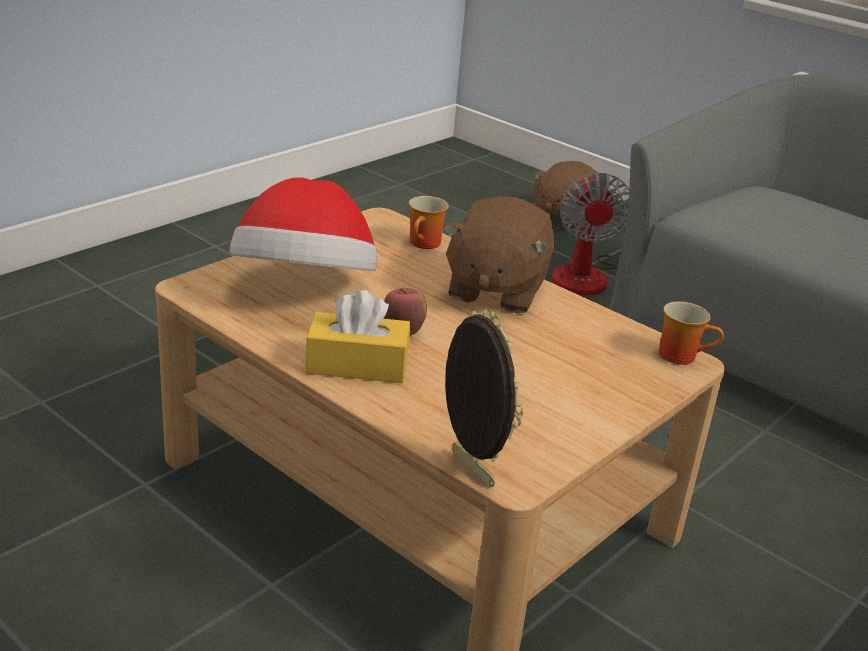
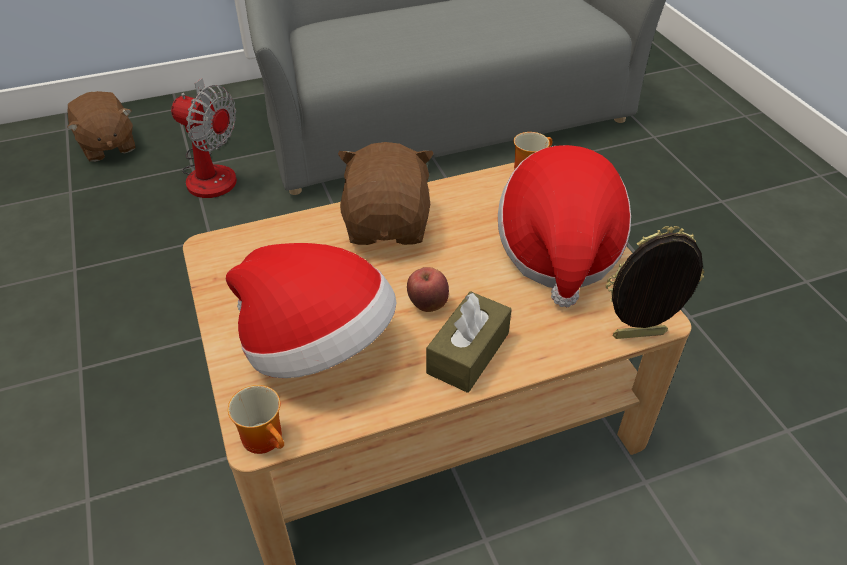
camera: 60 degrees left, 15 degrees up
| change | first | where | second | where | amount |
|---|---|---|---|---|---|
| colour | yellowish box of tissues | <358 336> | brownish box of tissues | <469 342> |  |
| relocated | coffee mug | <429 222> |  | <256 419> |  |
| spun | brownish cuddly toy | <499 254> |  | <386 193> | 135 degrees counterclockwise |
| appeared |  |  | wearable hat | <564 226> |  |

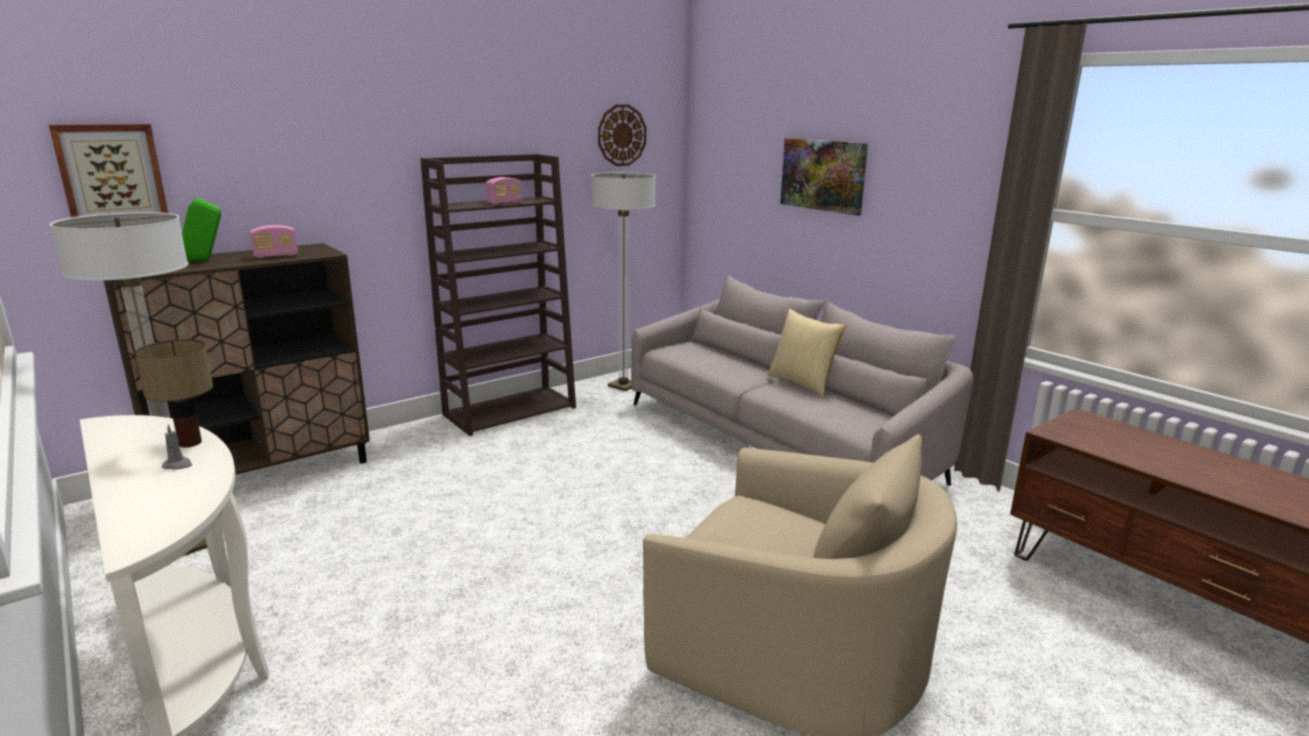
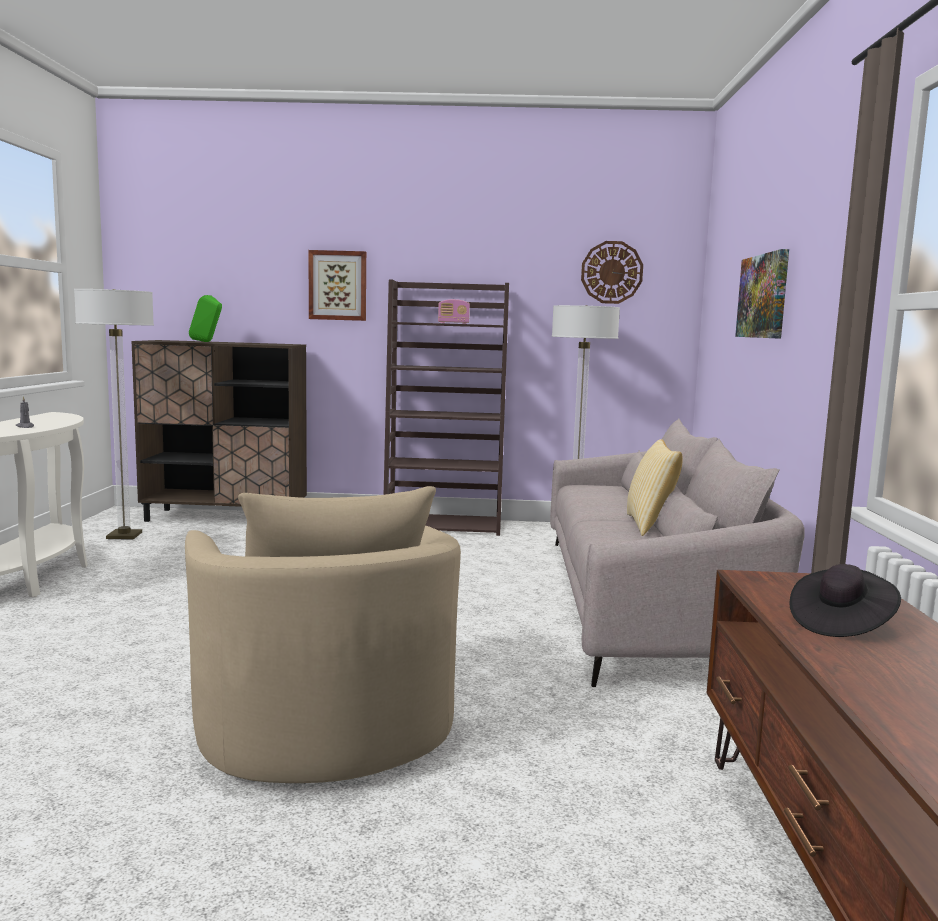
camera: 40 degrees right, 10 degrees down
| change | first | where | second | where | amount |
|---|---|---|---|---|---|
| relocated | wall art | <108 171> |  | <337 285> |  |
| missing | lamp for a table | <174 393> |  |  |  |
| missing | radio receiver | <274 241> |  |  |  |
| appeared |  |  | black wearable hat | <845 600> |  |

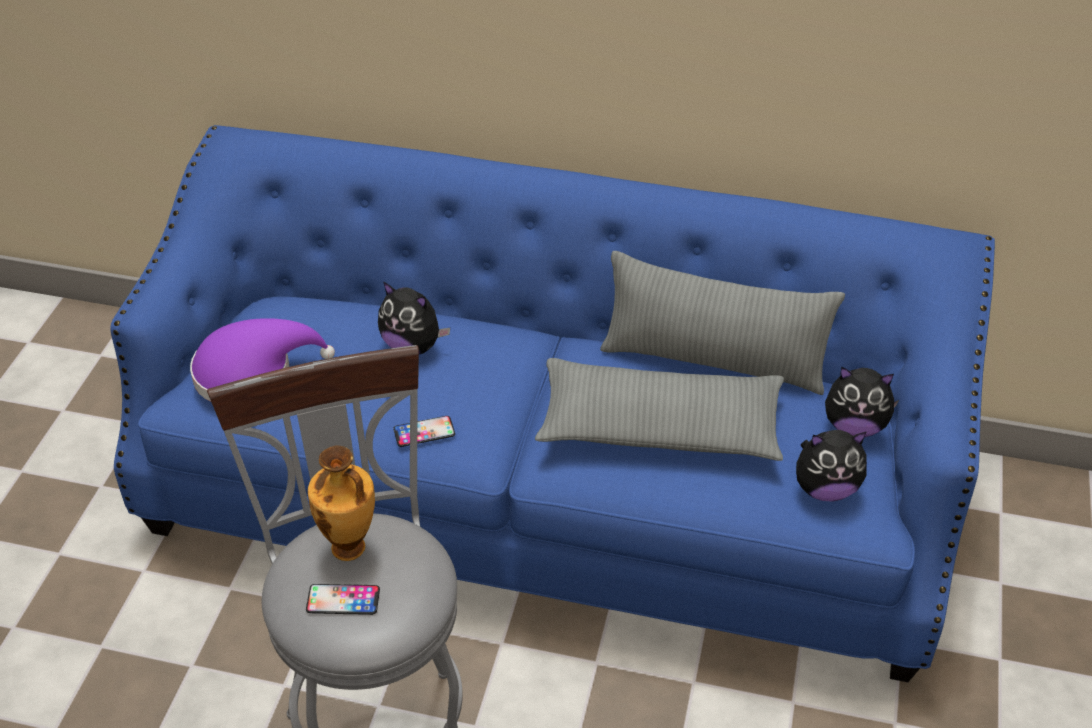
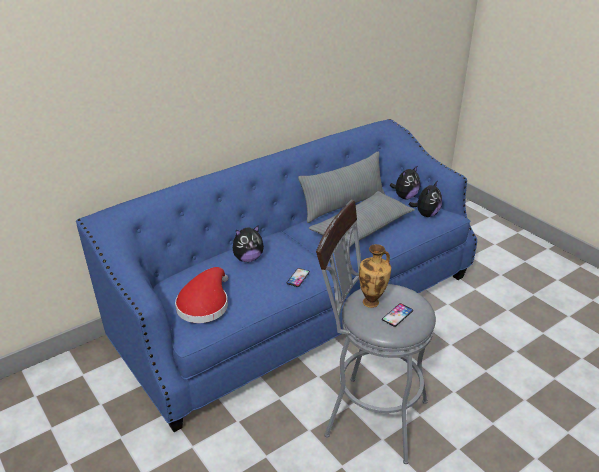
camera: 50 degrees left, 10 degrees down
| change | first | where | second | where | amount |
|---|---|---|---|---|---|
| colour | purple wearable hat | <262 360> | red-coloured wearable hat | <201 295> |  |

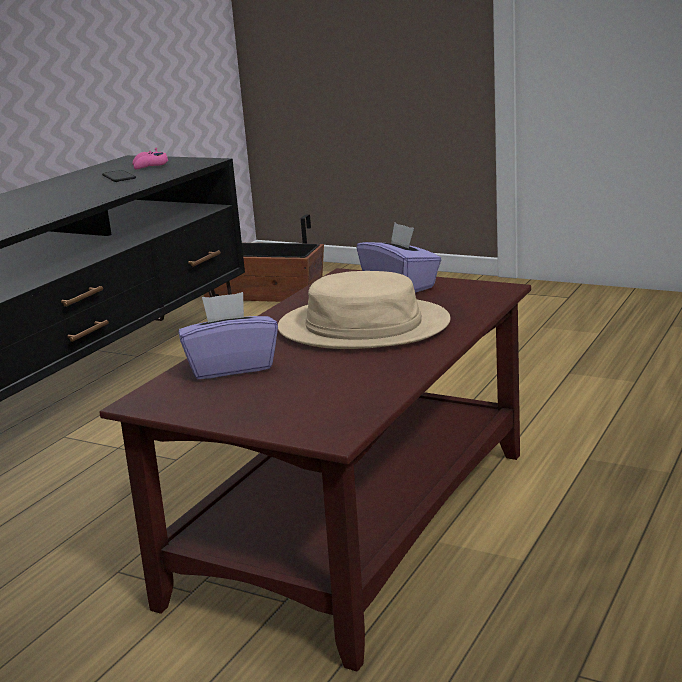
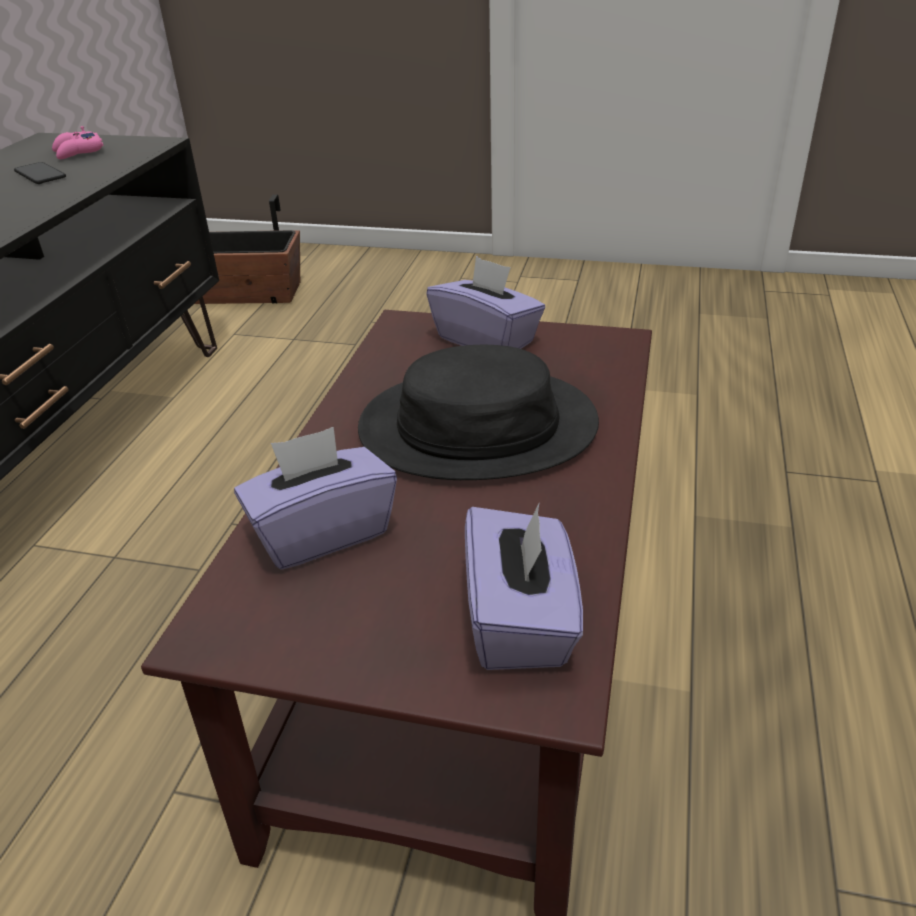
camera: 15 degrees left, 15 degrees up
| change | first | where | second | where | amount |
|---|---|---|---|---|---|
| colour | sand-coloured wearable hat | <364 310> | black wearable hat | <478 412> |  |
| appeared |  |  | purple box of tissues | <524 586> |  |

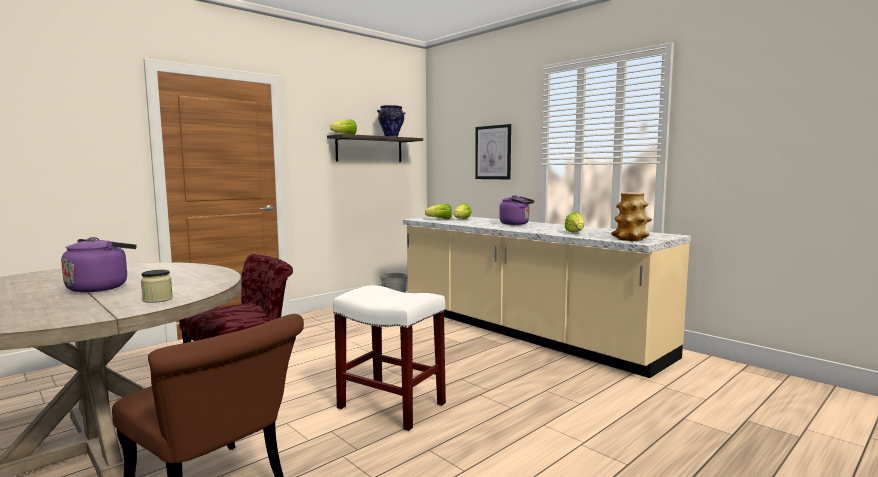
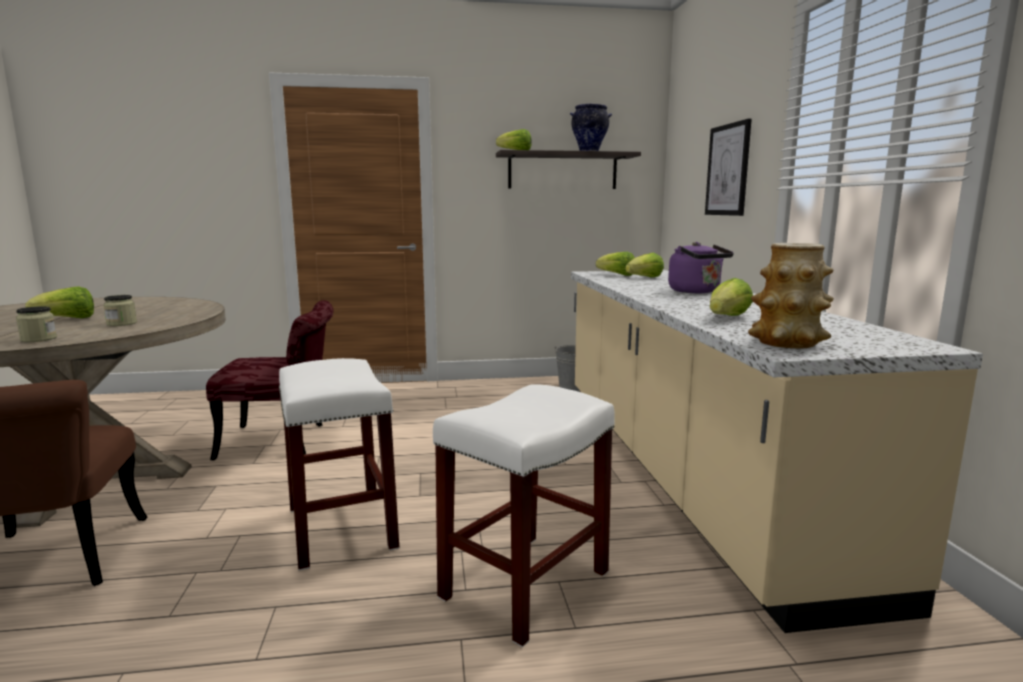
camera: 35 degrees right, 5 degrees up
| change | first | where | second | where | amount |
|---|---|---|---|---|---|
| exchanged | purple tea kettle | <99 264> | head of lettuce | <59 302> |  |
| appeared |  |  | storage jar | <120 310> |  |
| appeared |  |  | whitish sitting stool | <524 515> |  |

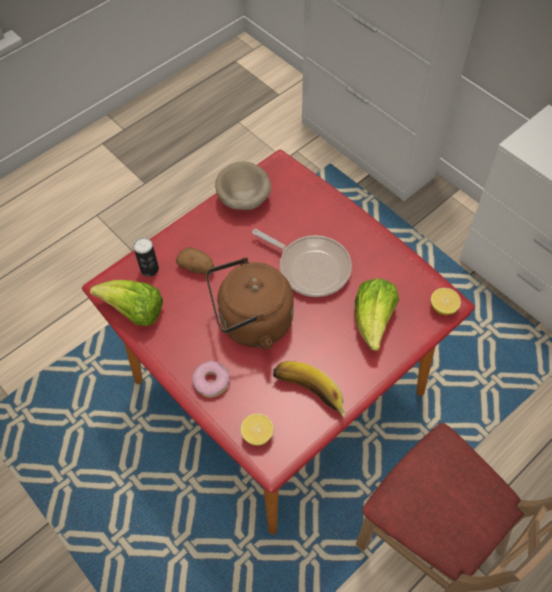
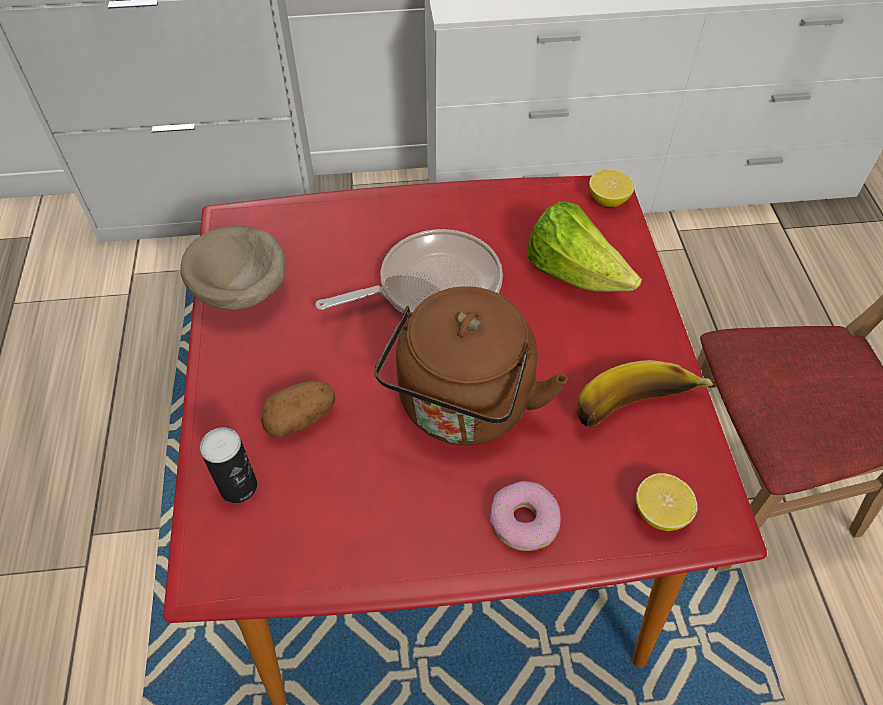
camera: 55 degrees left, 5 degrees down
| change | first | where | second | where | amount |
|---|---|---|---|---|---|
| missing | head of lettuce | <126 303> |  |  |  |

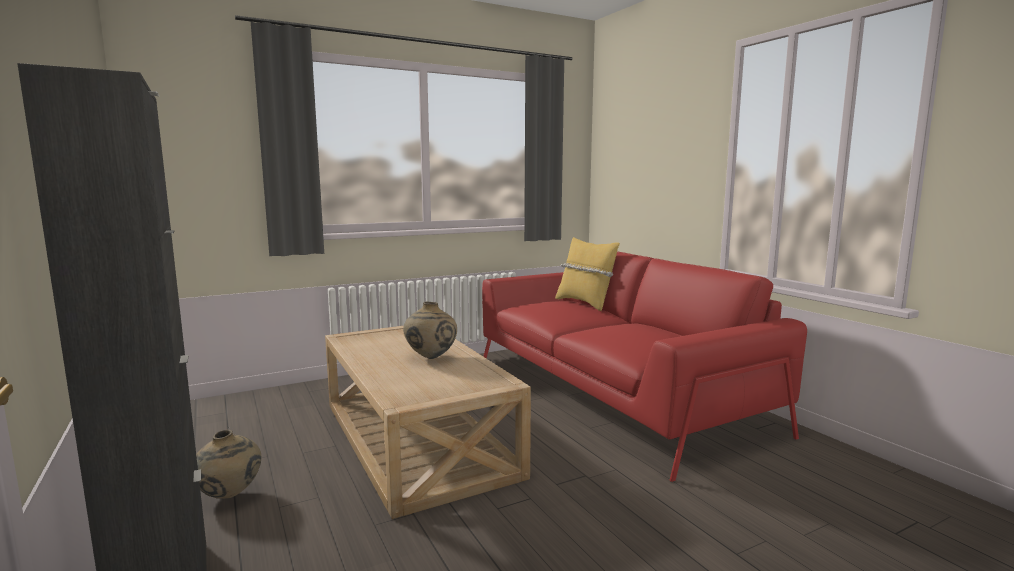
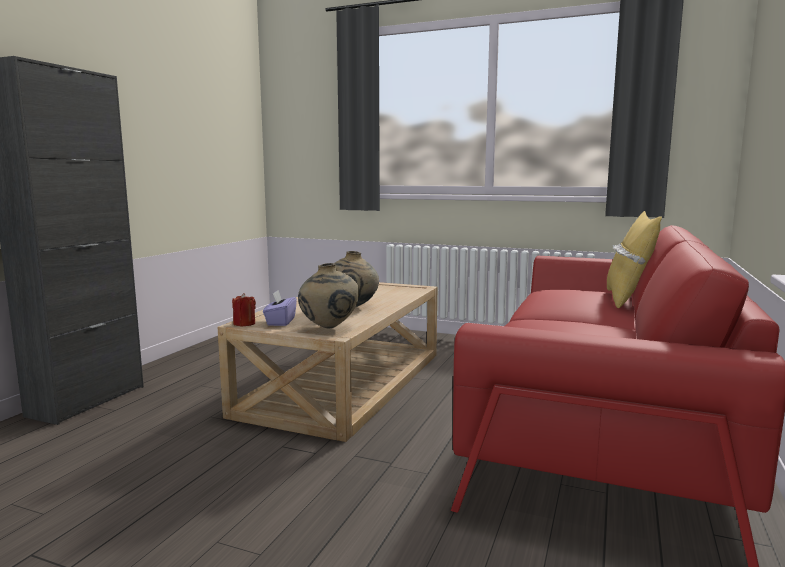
camera: 50 degrees right, 0 degrees up
| change | first | where | second | where | amount |
|---|---|---|---|---|---|
| relocated | sand-coloured vase | <228 464> |  | <328 295> |  |
| appeared |  |  | red-coloured wax light | <244 310> |  |
| appeared |  |  | purple box of tissues | <280 308> |  |

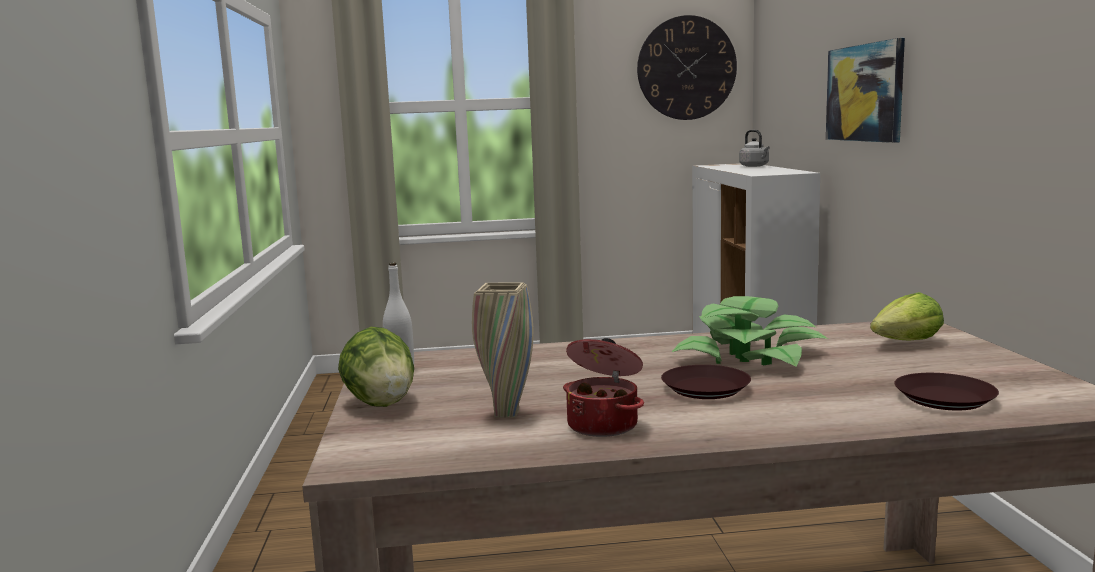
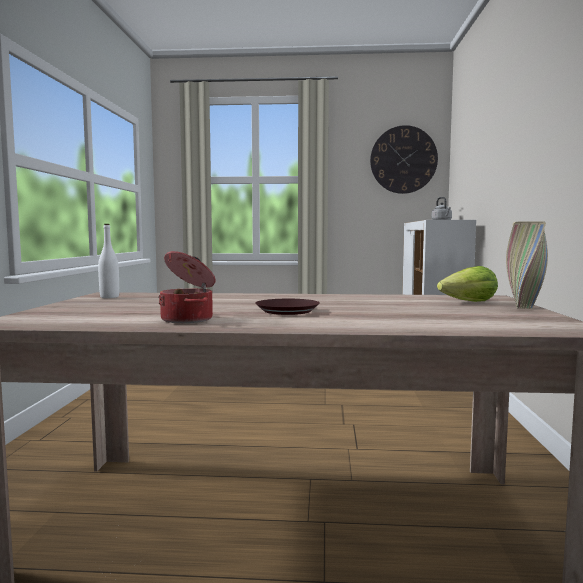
camera: 10 degrees right, 5 degrees down
| change | first | where | second | where | amount |
|---|---|---|---|---|---|
| missing | head of lettuce | <376 367> |  |  |  |
| relocated | sand-coloured vase | <503 350> |  | <527 265> |  |
| missing | plant in a pot | <750 331> |  |  |  |
| missing | wall art | <865 90> |  |  |  |
| missing | brownish plate | <947 391> |  |  |  |

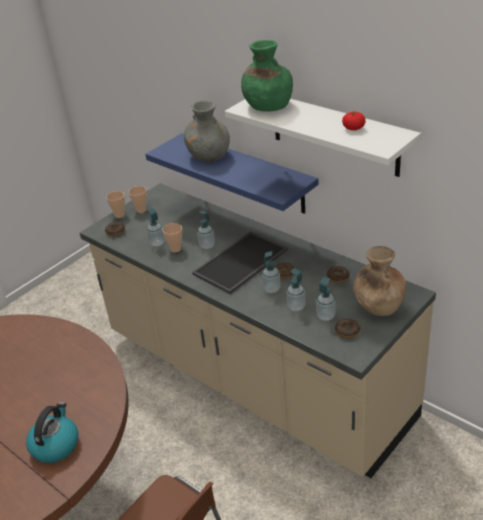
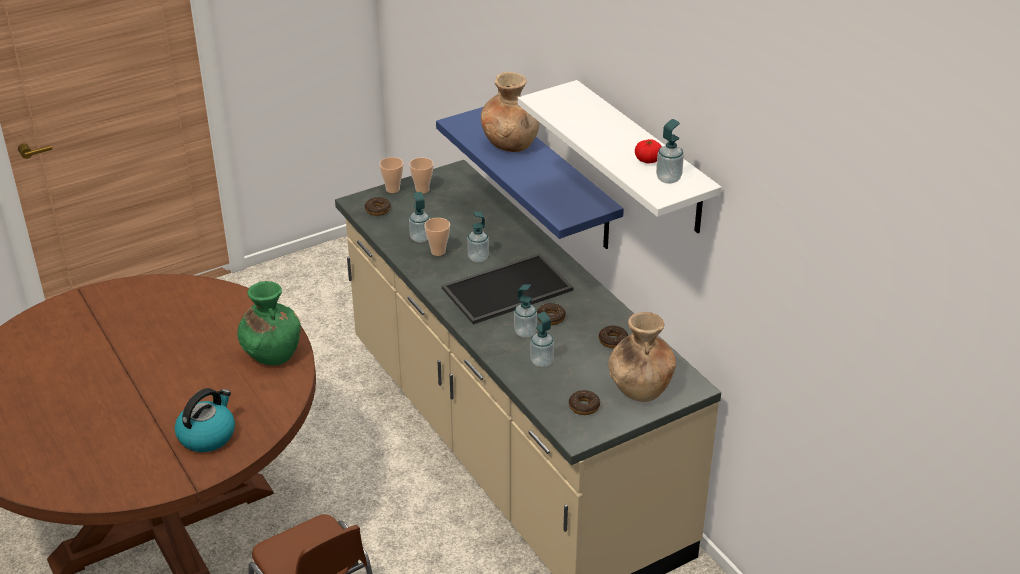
camera: 15 degrees right, 0 degrees up
| change | first | where | second | where | amount |
|---|---|---|---|---|---|
| colour | gray vase | <207 130> | brownish vase | <510 112> |  |
| relocated | green-coloured vase | <267 76> |  | <269 323> |  |
| relocated | soap bottle | <326 299> |  | <670 151> |  |

